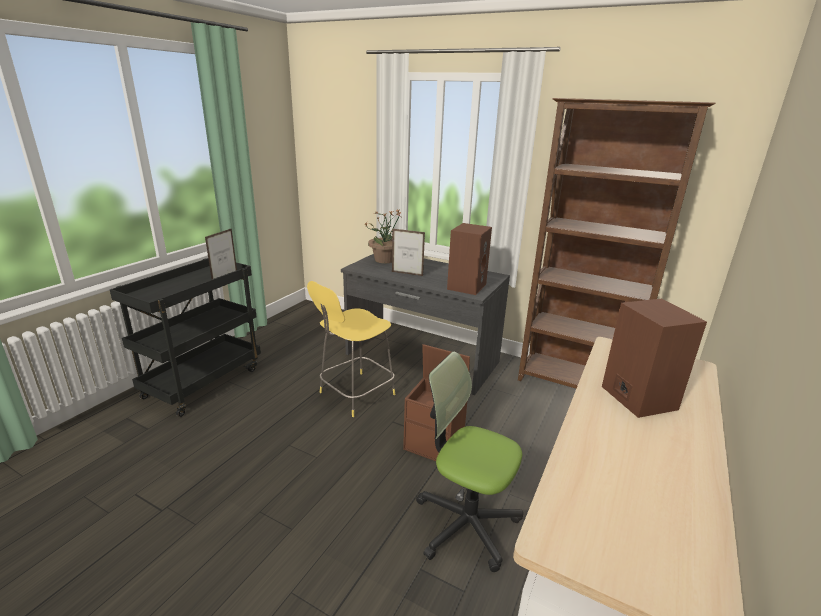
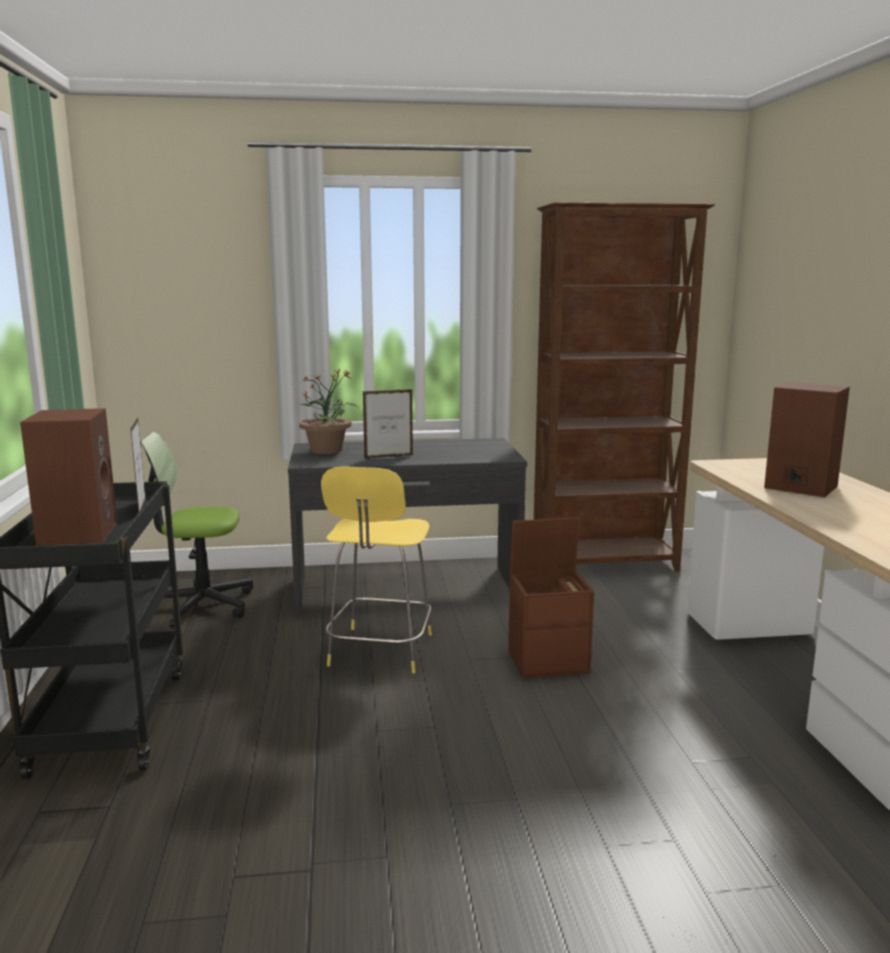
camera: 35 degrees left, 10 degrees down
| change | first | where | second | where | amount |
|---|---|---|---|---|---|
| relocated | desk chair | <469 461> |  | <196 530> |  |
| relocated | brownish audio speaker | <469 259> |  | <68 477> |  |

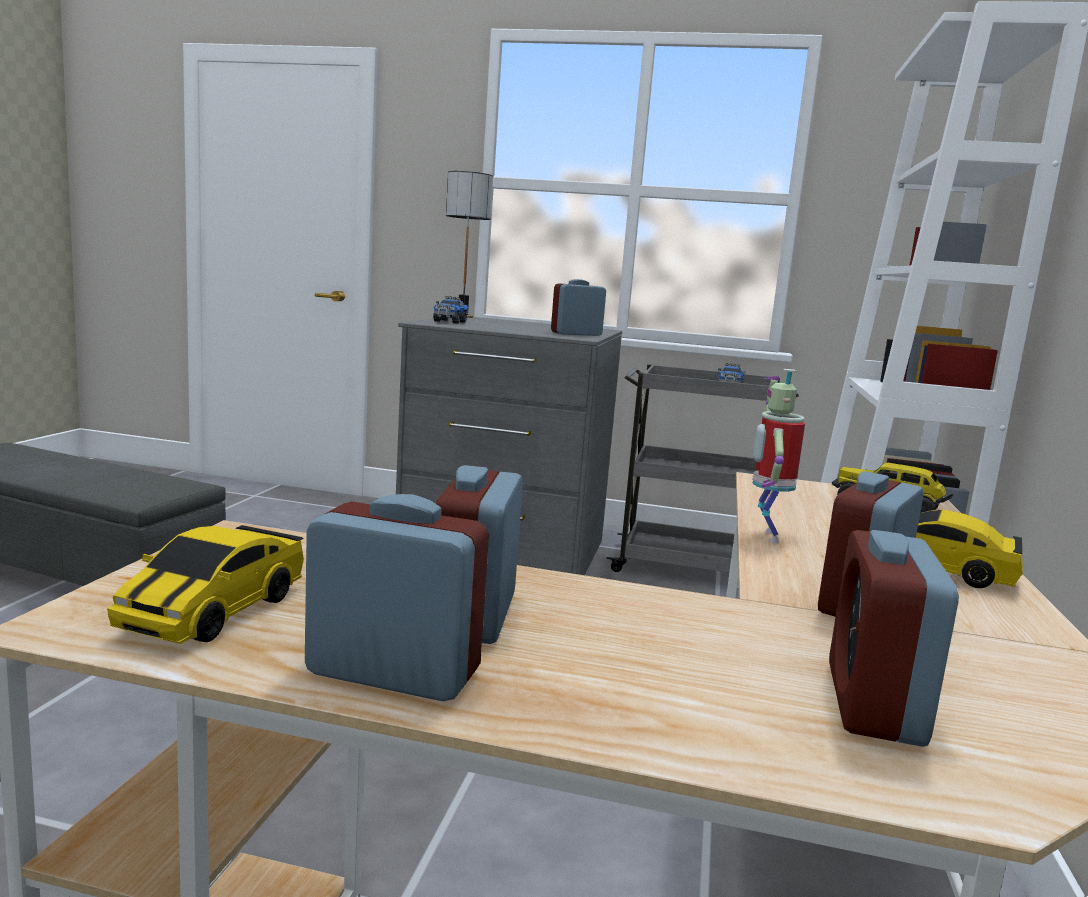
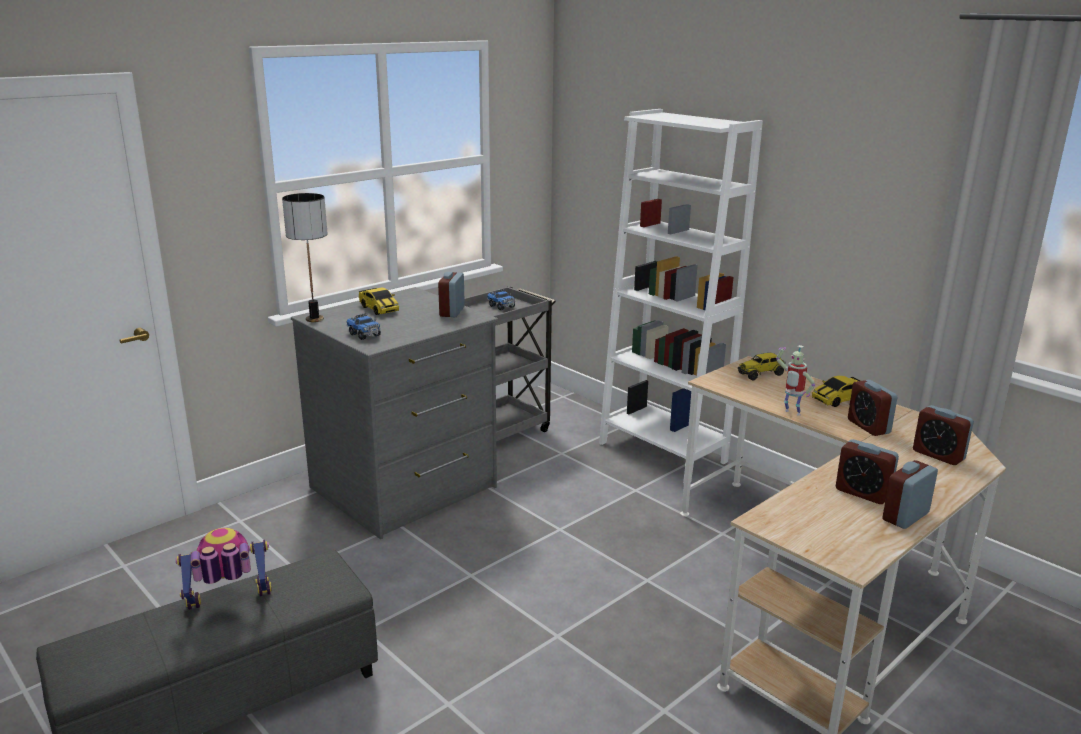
camera: 55 degrees left, 10 degrees up
| change | first | where | second | where | amount |
|---|---|---|---|---|---|
| relocated | model car | <205 584> |  | <378 301> |  |
| appeared |  |  | robot figure | <223 569> |  |

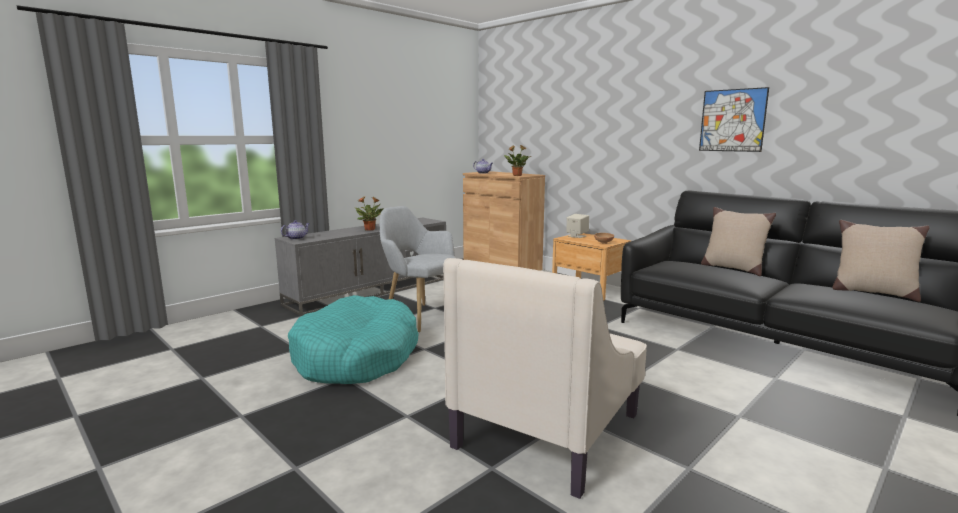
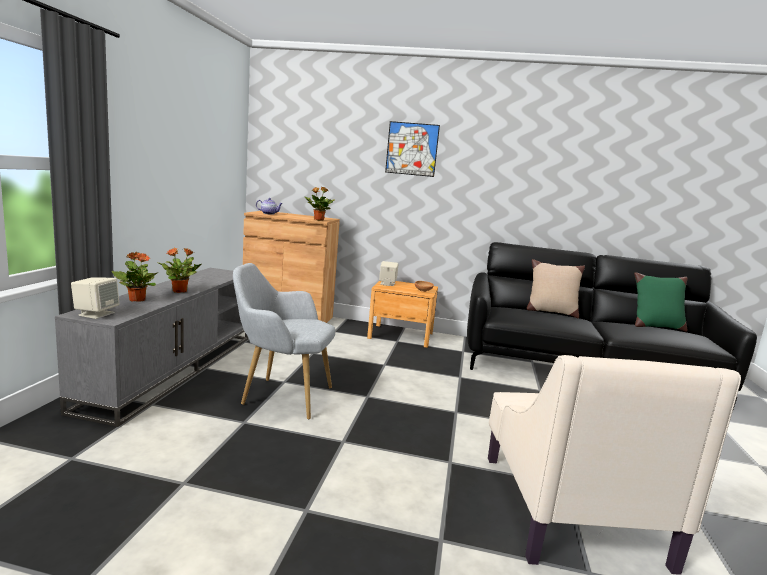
camera: 35 degrees left, 0 degrees up
| change | first | where | second | where | amount |
|---|---|---|---|---|---|
| exchanged | pot for tea | <295 230> | sand-coloured audio speaker | <95 298> |  |
| missing | turquoise dog cushion | <353 339> |  |  |  |
| relocated | wall art | <734 119> |  | <412 149> |  |
| colour | sand-coloured pillow | <880 261> | green-coloured pillow | <661 302> |  |
| appeared |  |  | plant in a pot | <135 277> |  |

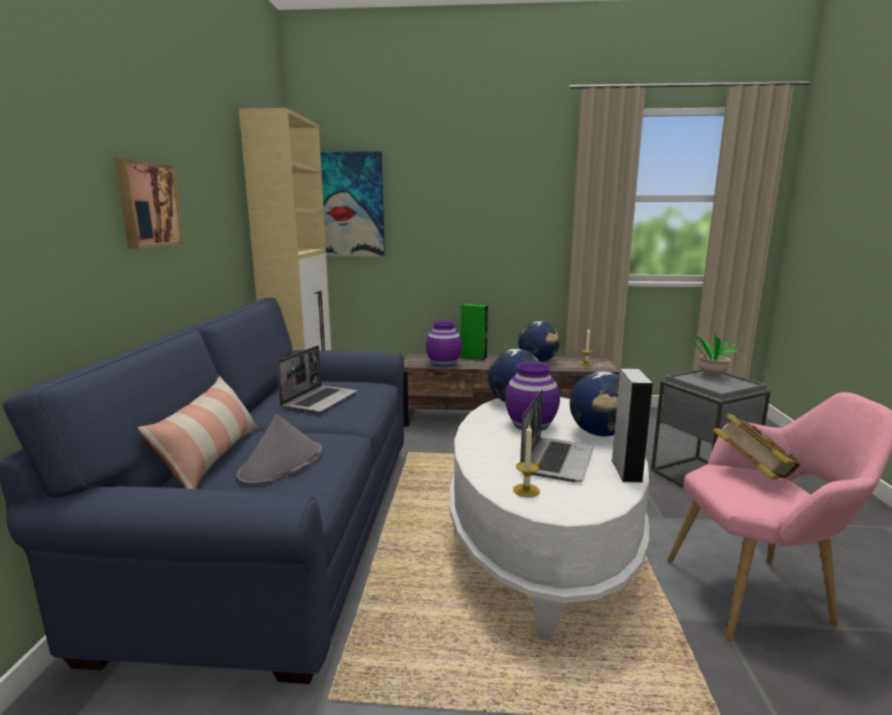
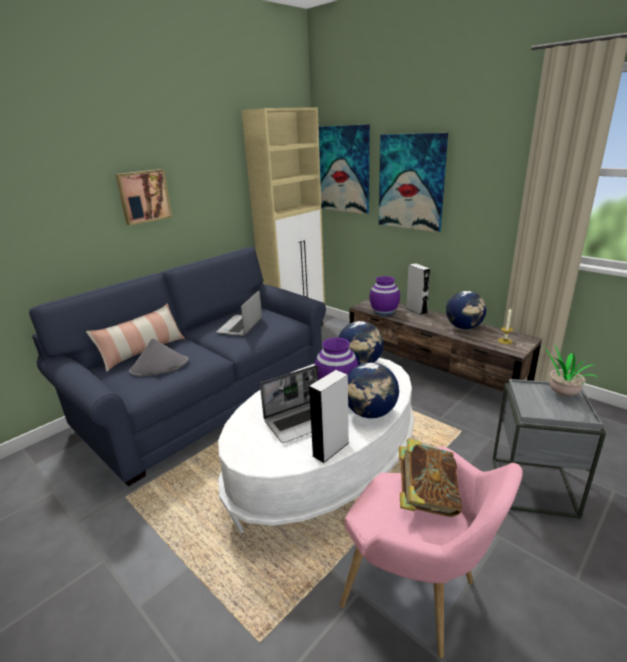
camera: 40 degrees right, 10 degrees up
| change | first | where | second | where | amount |
|---|---|---|---|---|---|
| spun | laptop | <317 379> |  | <239 313> | 135 degrees clockwise |
| colour | green-coloured audio speaker | <474 332> | gray audio speaker | <418 289> |  |
| missing | wax light | <526 460> |  |  |  |
| appeared |  |  | wall art | <413 182> |  |

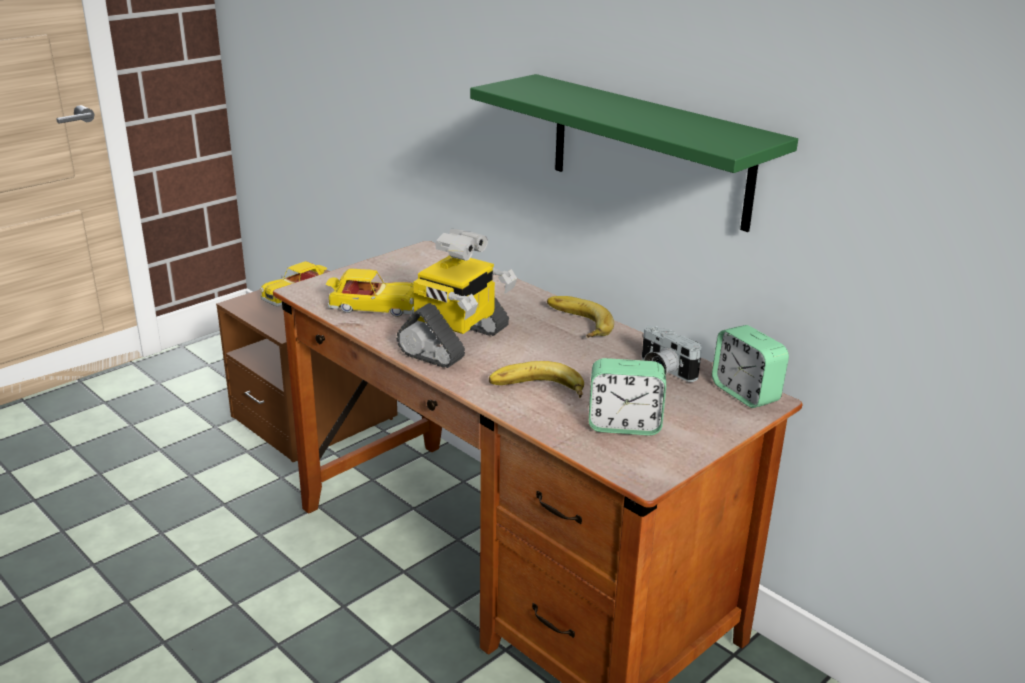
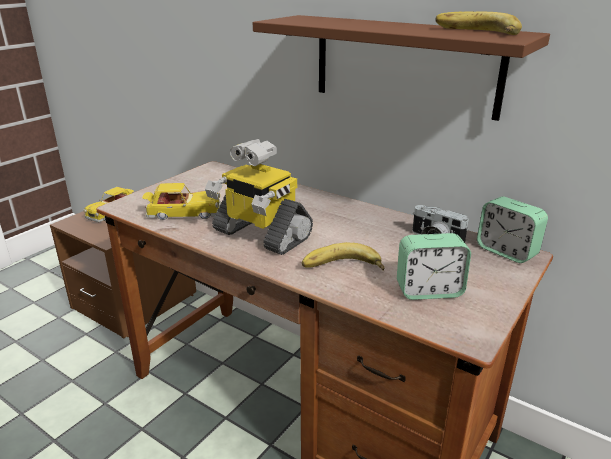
camera: 10 degrees left, 0 degrees up
| change | first | where | second | where | amount |
|---|---|---|---|---|---|
| spun | robot figure | <456 298> |  | <259 197> | 105 degrees clockwise |
| colour | green-coloured bracket shelf | <634 153> | brownish bracket shelf | <401 68> |  |
| relocated | whole banana | <580 317> |  | <478 23> |  |

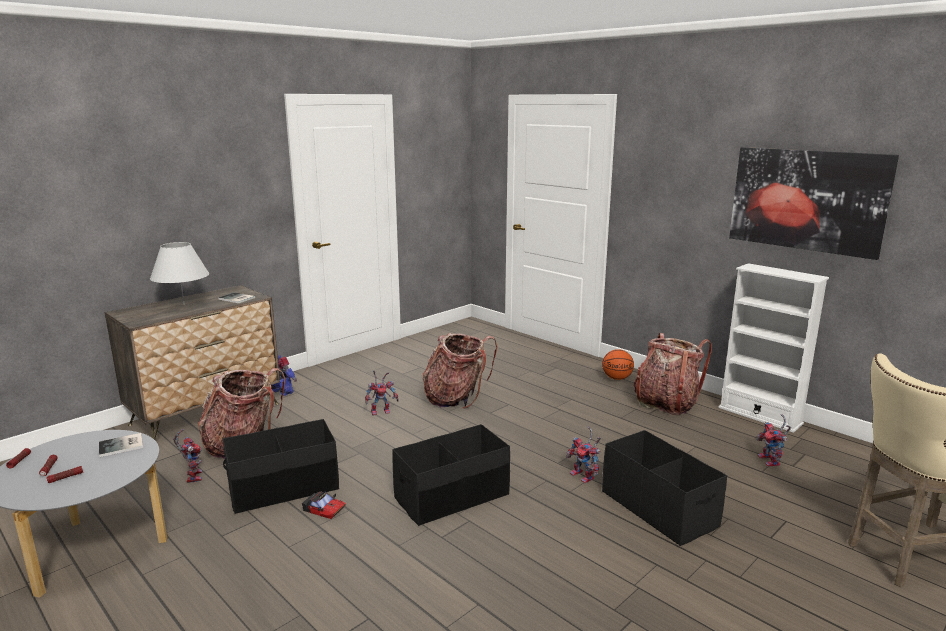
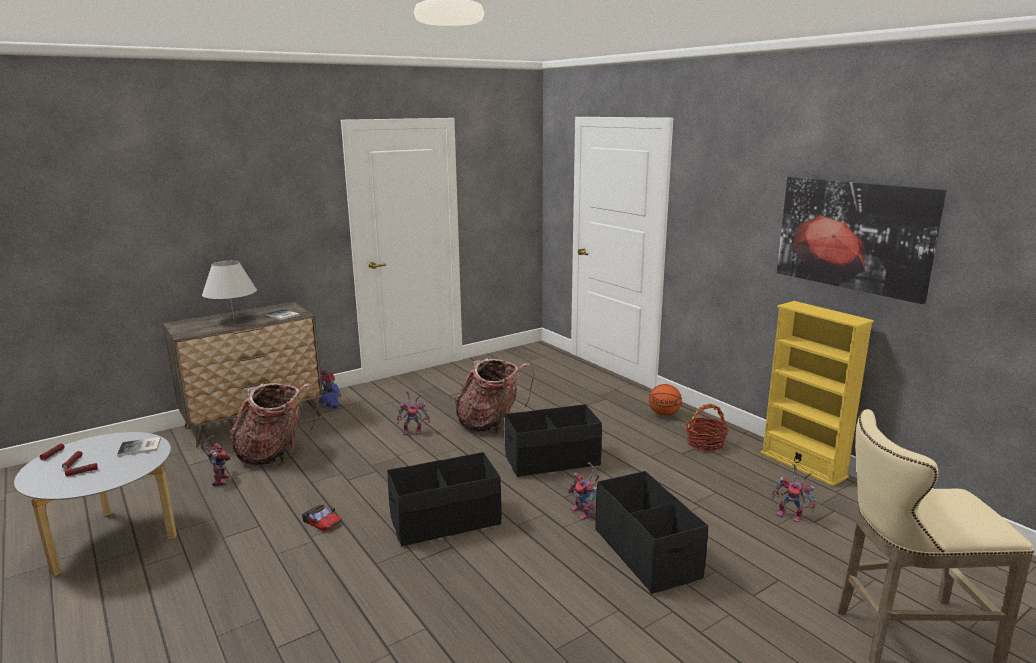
camera: 10 degrees right, 0 degrees up
| change | first | where | second | where | amount |
|---|---|---|---|---|---|
| relocated | black storage container | <281 466> |  | <553 440> |  |
| exchanged | backpack | <672 374> | household basket | <707 428> |  |
| colour | whitish bookcase | <773 348> | yellowish bookcase | <817 393> |  |
| spun | robot figure | <774 440> |  | <793 493> | 60 degrees counterclockwise |

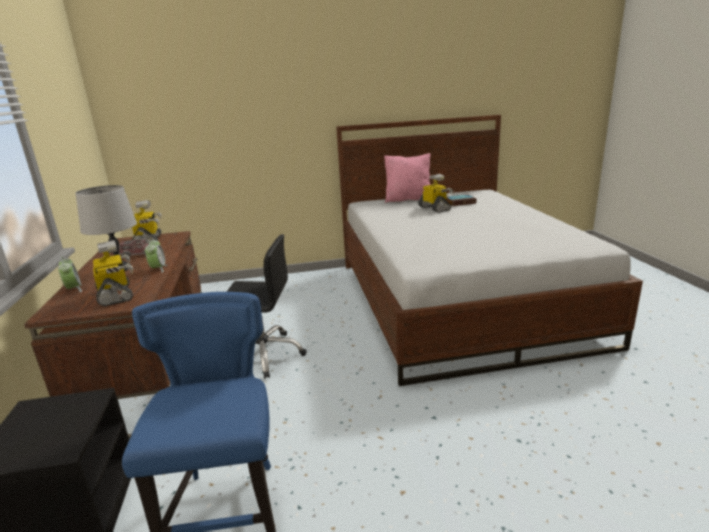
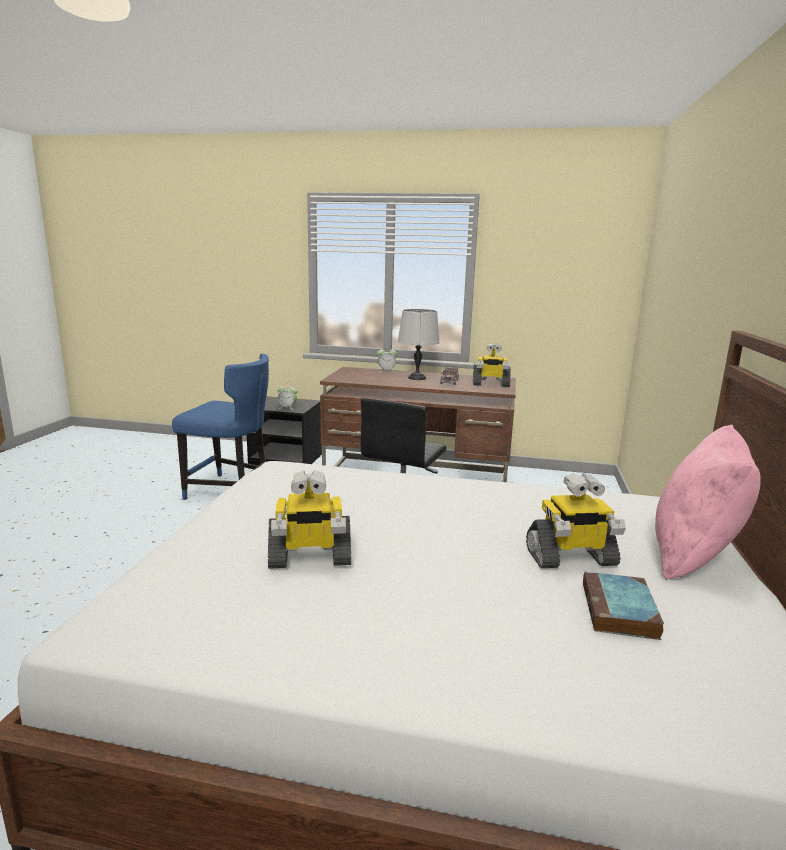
camera: 110 degrees right, 5 degrees down
| change | first | where | second | where | amount |
|---|---|---|---|---|---|
| relocated | robot figure | <113 273> |  | <309 519> |  |
| relocated | bedside clock | <156 255> |  | <287 396> |  |

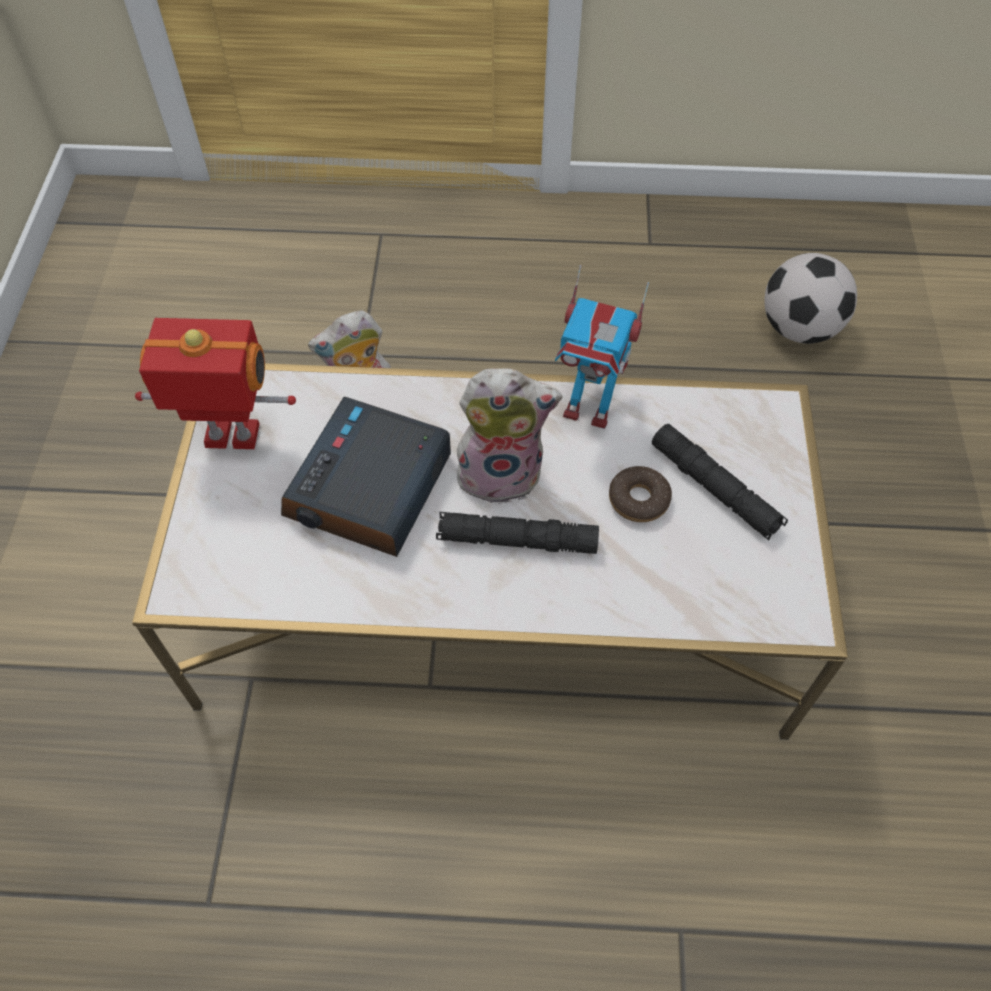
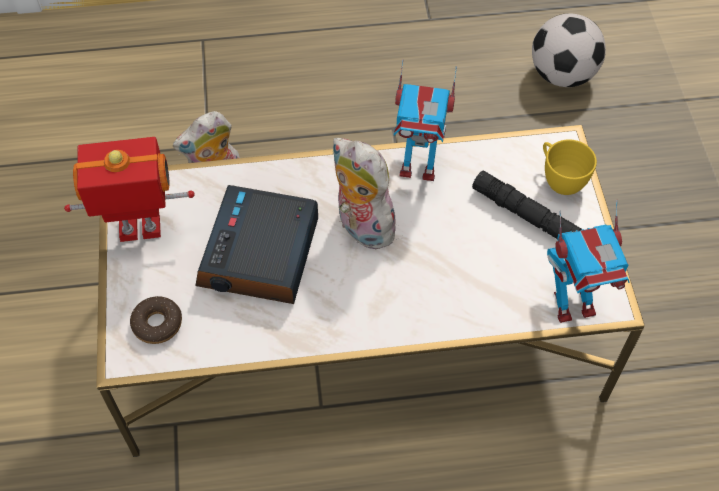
camera: 10 degrees left, 0 degrees up
| change | first | where | second | where | amount |
|---|---|---|---|---|---|
| missing | black hand torch | <517 533> |  |  |  |
| spun | cuddly toy | <509 436> |  | <364 194> | 120 degrees counterclockwise |
| relocated | donut | <640 494> |  | <156 320> |  |
| appeared |  |  | yellowish cup | <570 167> |  |
| appeared |  |  | robot figure | <588 261> |  |

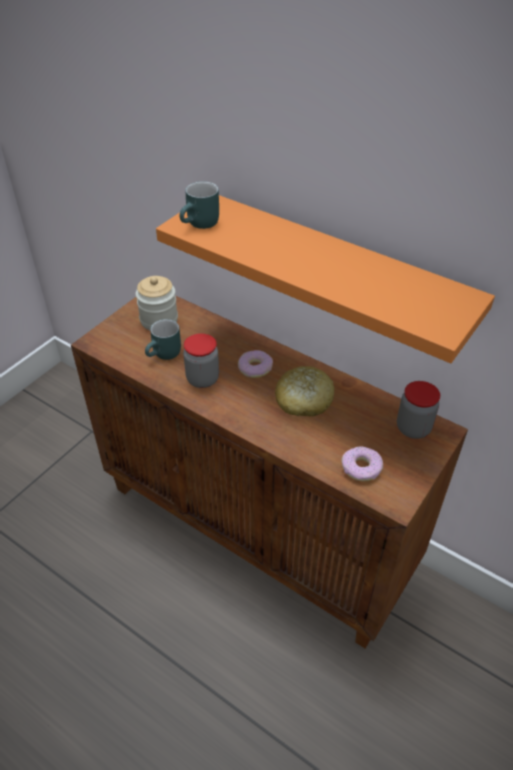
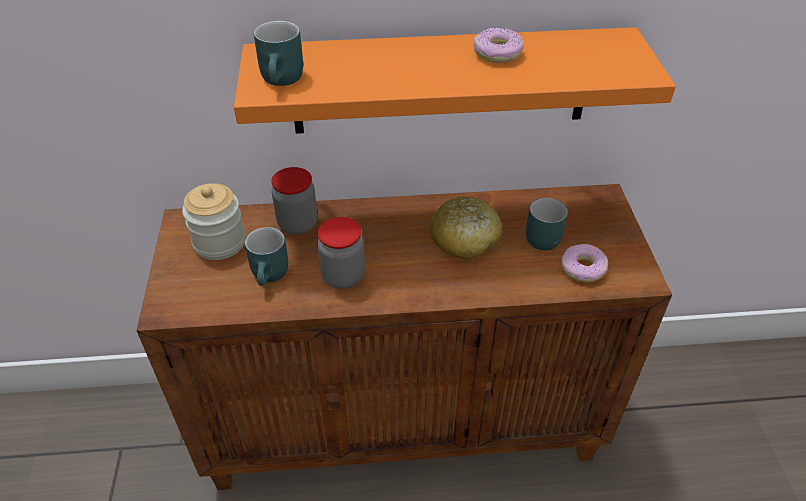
camera: 40 degrees left, 0 degrees up
| change | first | where | second | where | amount |
|---|---|---|---|---|---|
| relocated | donut | <255 364> |  | <499 45> |  |
| relocated | storage jar | <418 410> |  | <294 201> |  |
| appeared |  |  | turquoise coffee mug | <547 224> |  |

